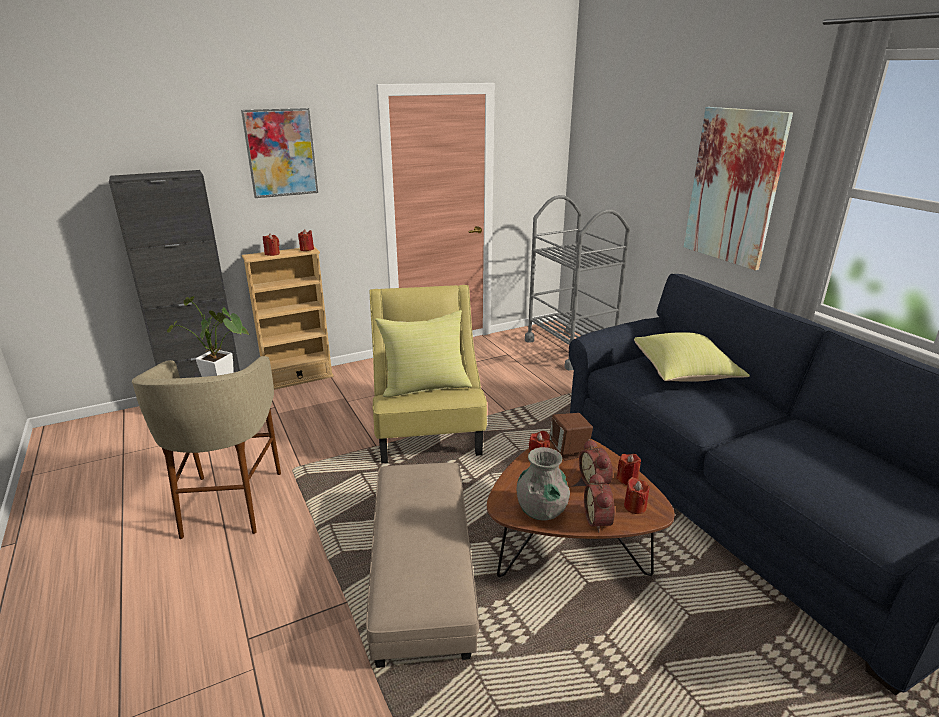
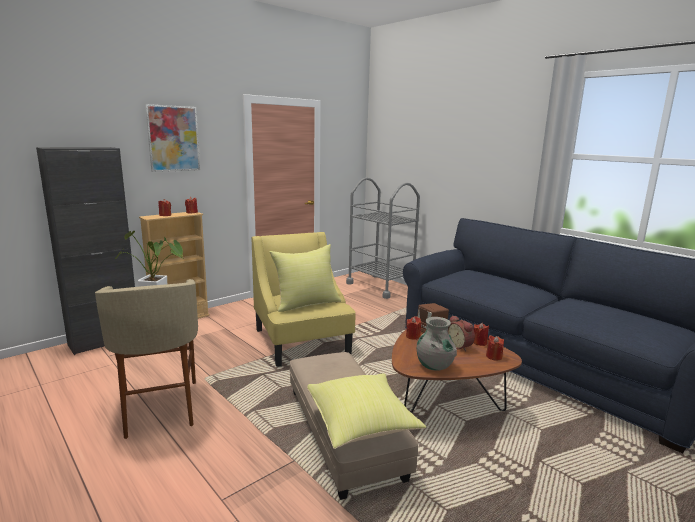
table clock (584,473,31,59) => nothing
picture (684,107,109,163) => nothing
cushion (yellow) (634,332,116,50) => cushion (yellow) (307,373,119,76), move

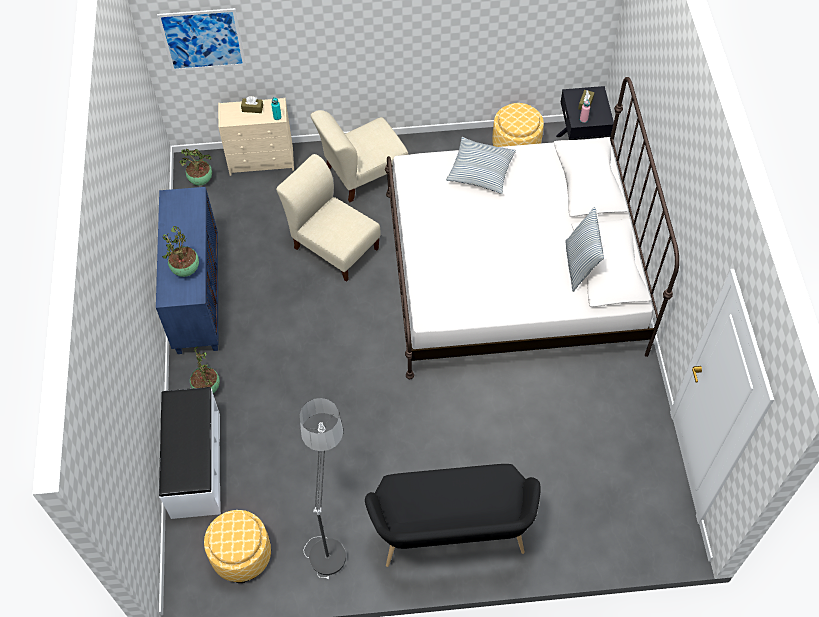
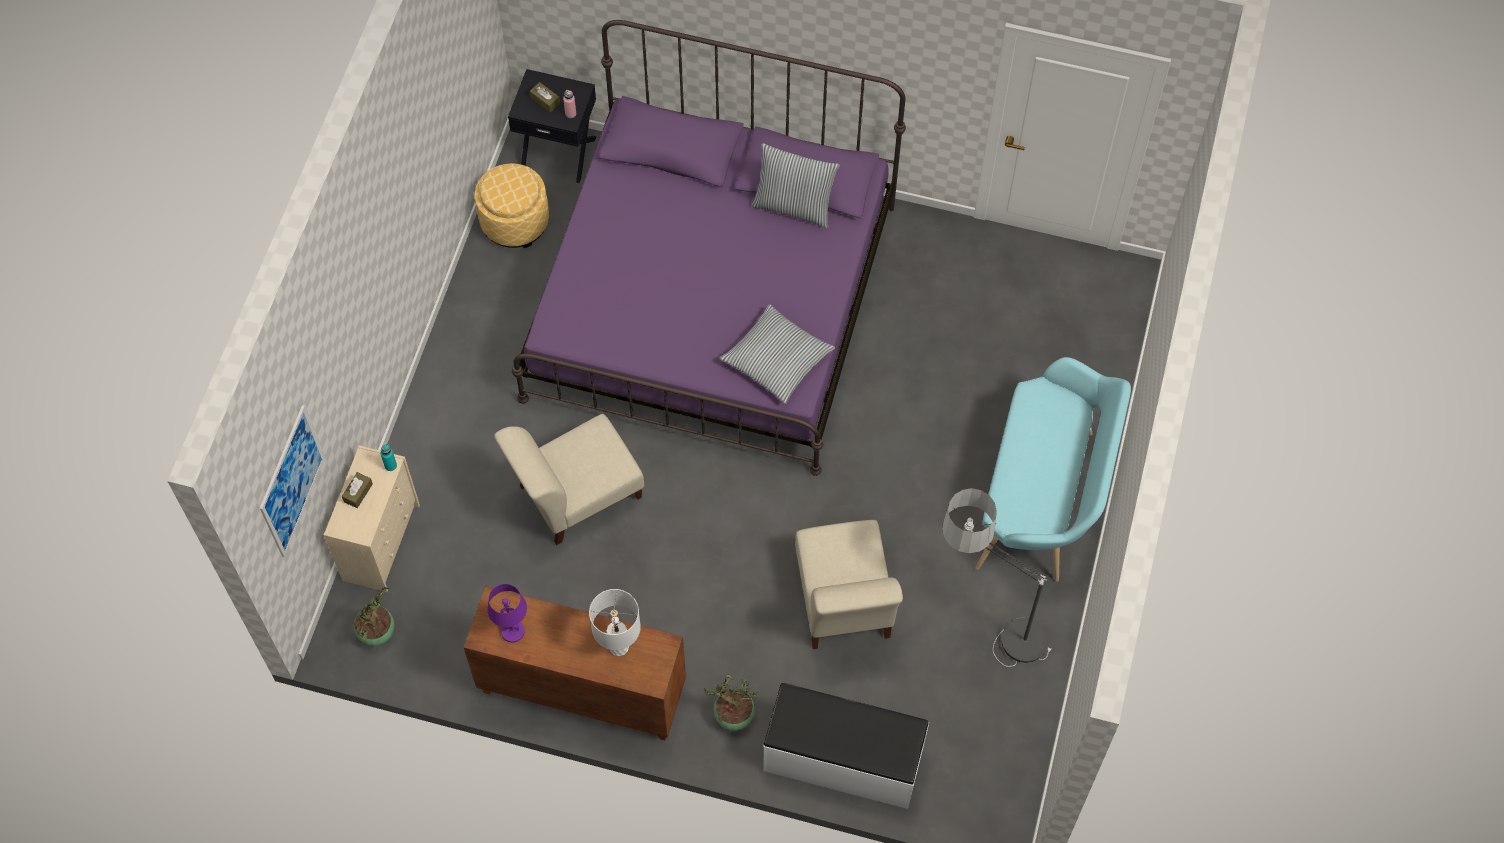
footrest (204,510,67,73) => nothing
nothing => table lamp (purple-coloured) (487,584,40,59)
chair (beige-coloured) (310,110,99,92) => chair (beige-coloured) (795,520,108,129), move
cushion (446,137,70,57) => cushion (720,304,115,100), move
plant in a pot (162,226,37,51) => table lamp (whitish) (589,589,52,67)
cabinet (blue) (156,187,62,167) => cabinet (brown-coloured) (464,586,222,154)
long seat (black-coloured) (365,464,176,103) => long seat (blue-green) (975,357,156,225)
bedroom bed (whitish) (385,77,294,302) => bedroom bed (purple-coloured) (512,20,394,456)

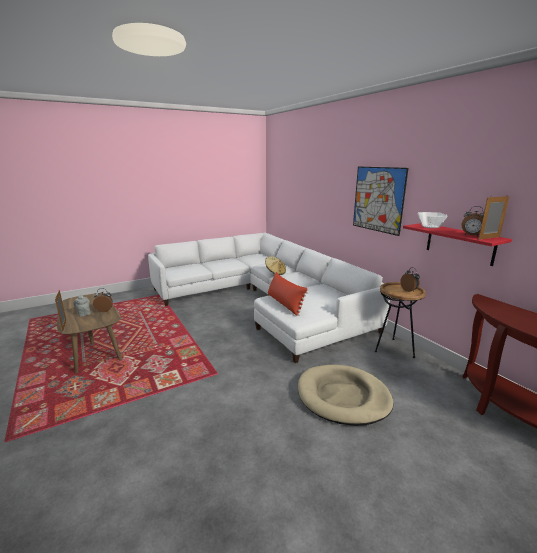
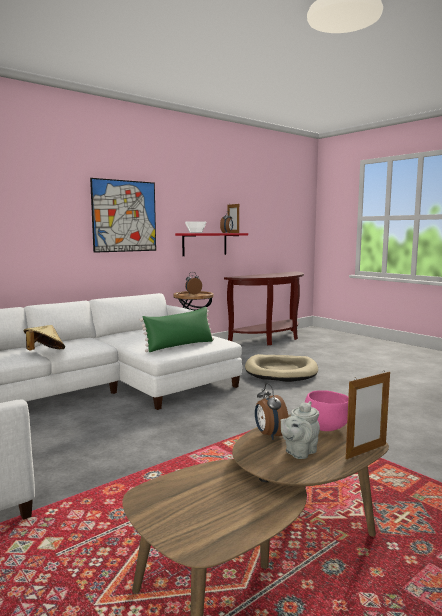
nothing => serving bowl (pink-coloured) (305,390,43,41)
cushion (red) (268,272,41,44) => cushion (greenish) (140,307,74,45)

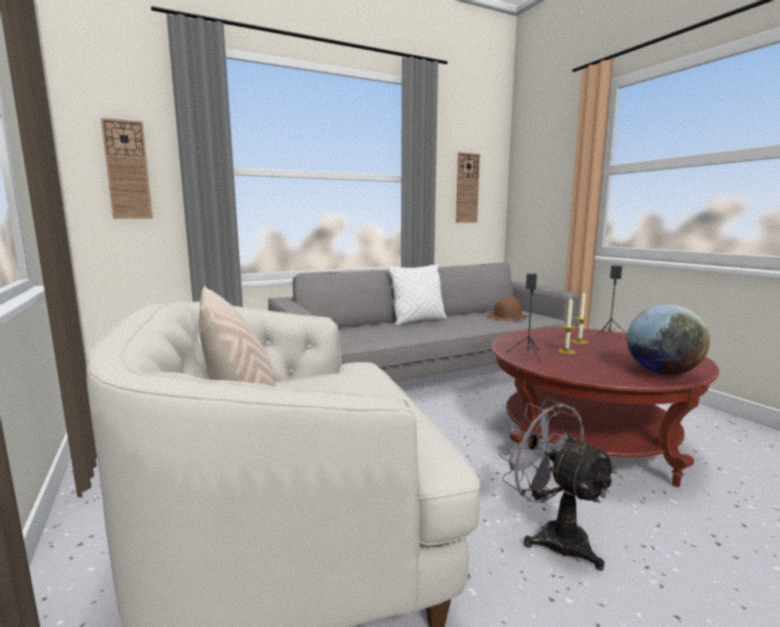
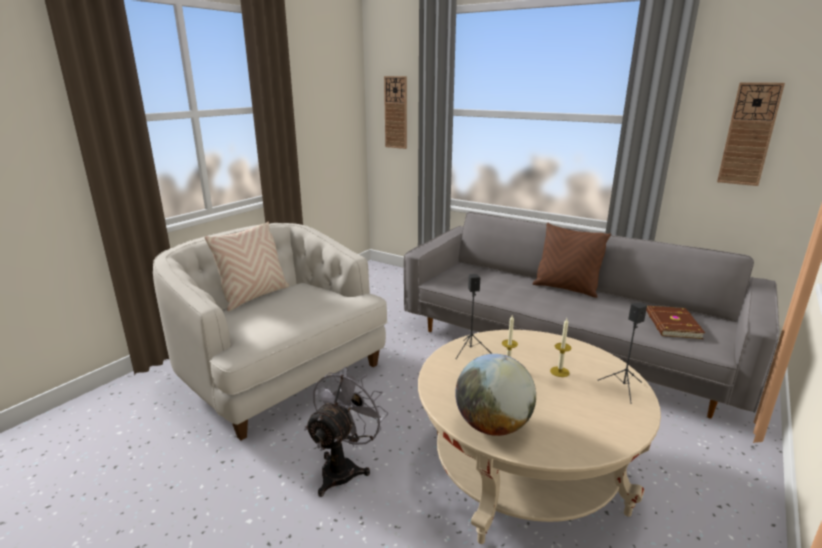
clothing hat (brown-coloured) (487,297,41,24) => bound book (brown-coloured) (646,306,59,33)
cushion (whitish) (388,264,59,62) => cushion (brown-coloured) (532,223,79,75)
coffee table (red) (492,328,227,159) => coffee table (beige-coloured) (418,330,243,214)

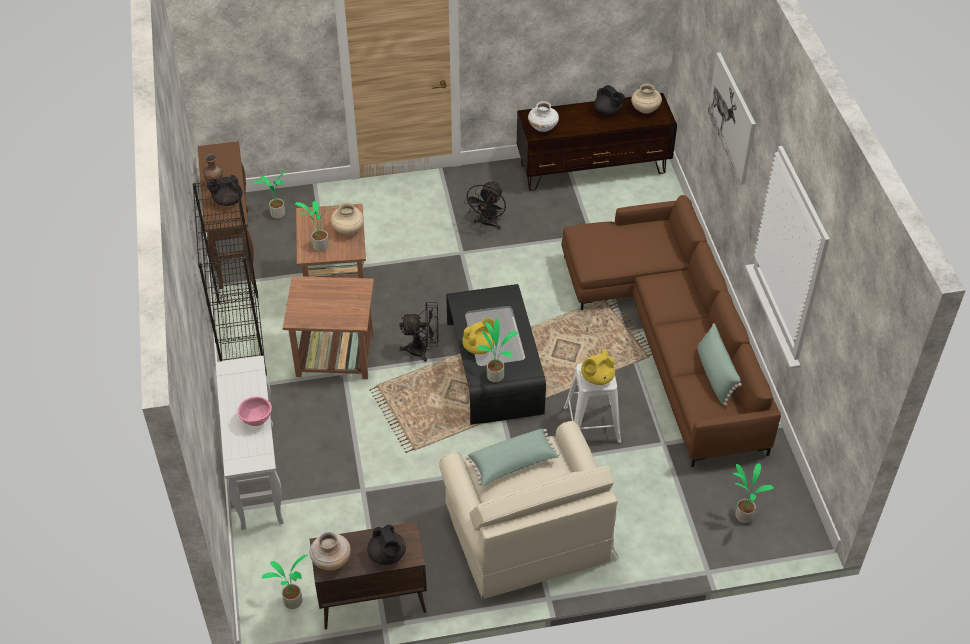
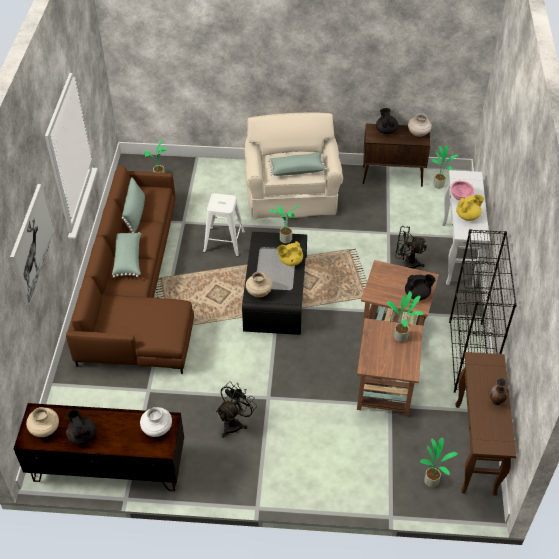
nothing => cushion (greenish) (112,232,30,46)
teapot (black-coloured) (206,175,36,31) => teapot (black-coloured) (405,274,30,26), move
vase (beige-coloured) (331,203,33,32) => vase (beige-coloured) (246,271,27,26), move
fan (black-coloured) (399,302,39,60) => fan (black-coloured) (395,226,32,43), move
teapot (yellow) (581,350,34,35) => teapot (yellow) (456,194,28,27), move

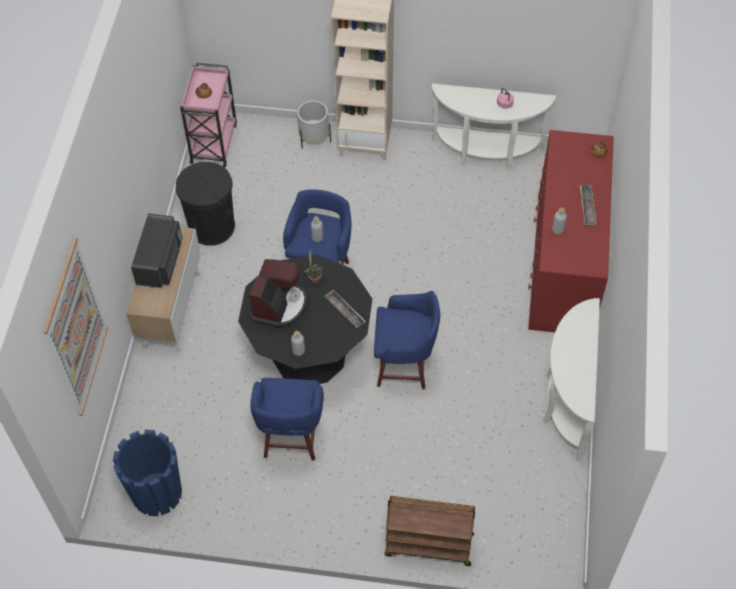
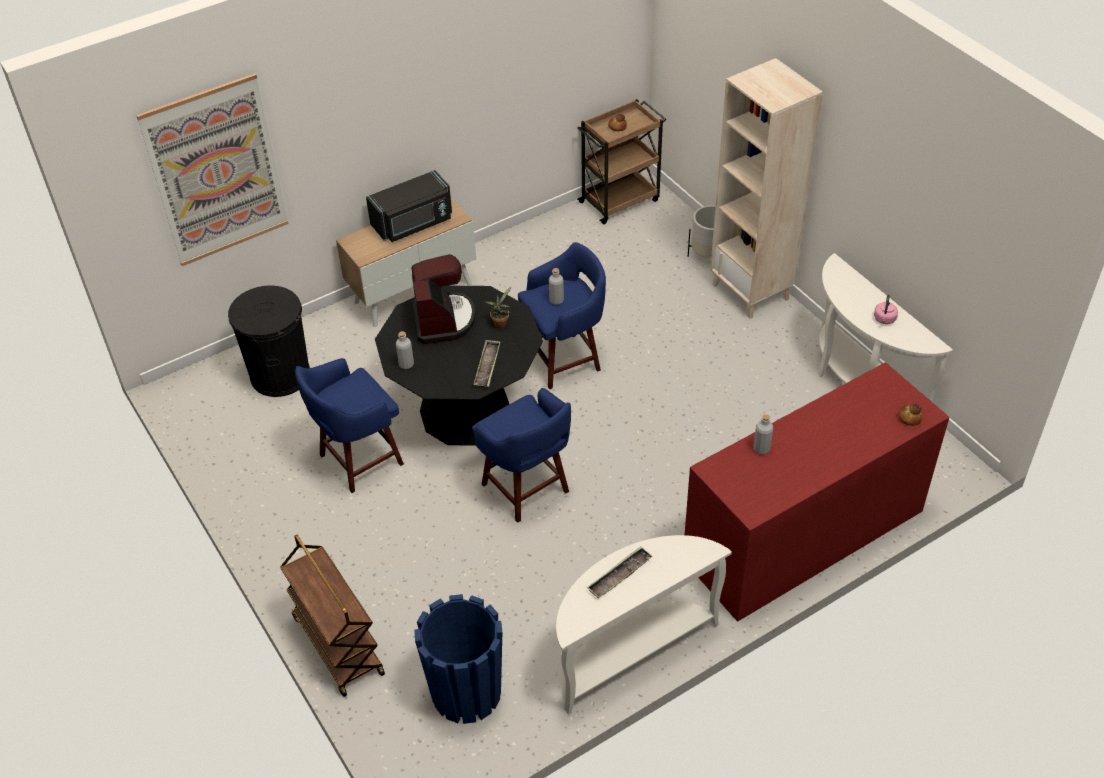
planter (blue) (113,430,69,86) => planter (blue) (414,594,88,130), move
rubbish bin (black-coloured) (176,162,59,84) => rubbish bin (black-coloured) (228,286,82,111), move
serving tray (580,185,17,41) => serving tray (587,546,66,52), move
trolley (pink-coloured) (180,63,57,104) => trolley (brown-coloured) (577,99,89,125)
coffee brewer (249,259,58,69) => coffee brewer (412,254,64,90), 75 degrees counterclockwise

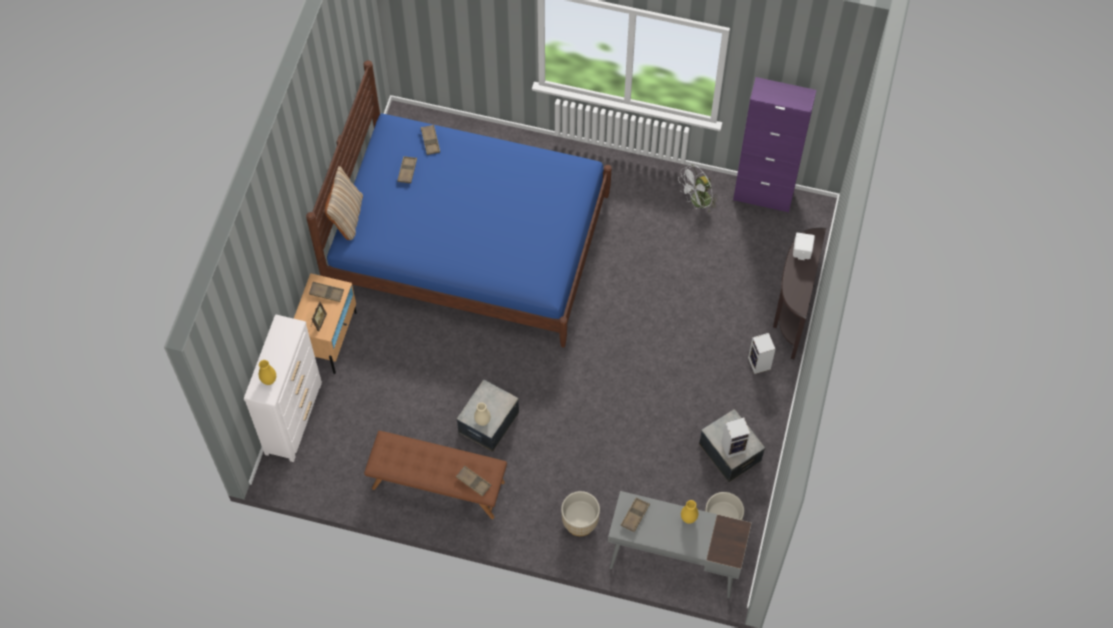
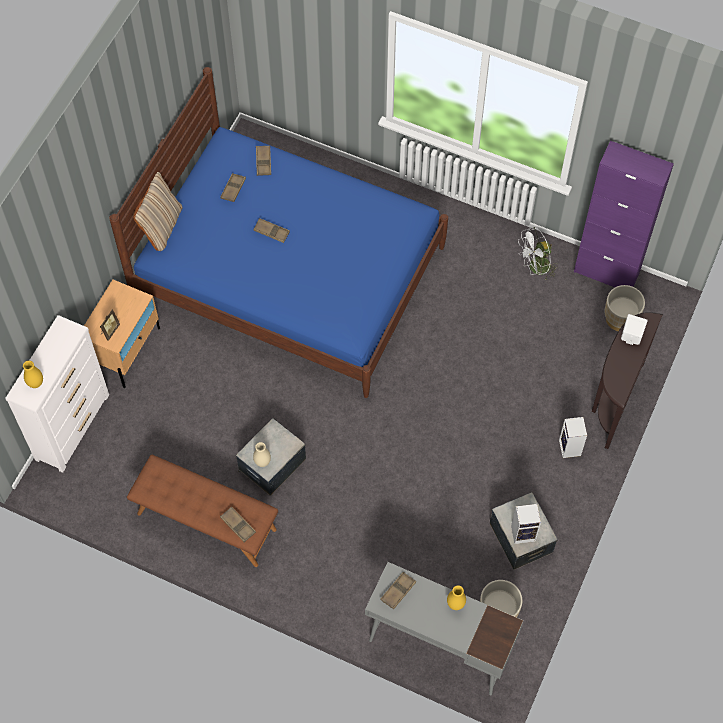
serving tray (brown-coloured) (309,282,35,20) => serving tray (brown-coloured) (253,218,37,25), move
planter (beige-coloured) (561,491,39,45) => planter (beige-coloured) (604,285,41,46), move

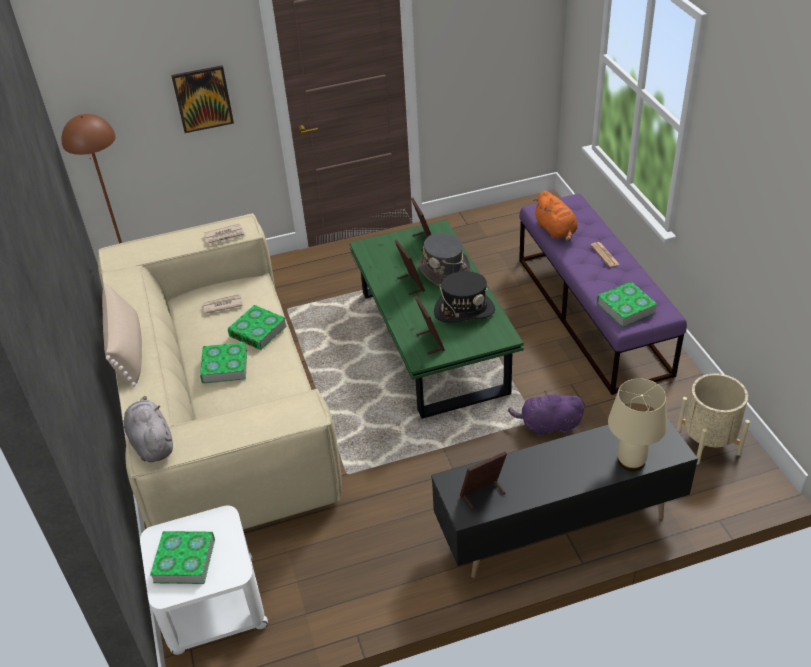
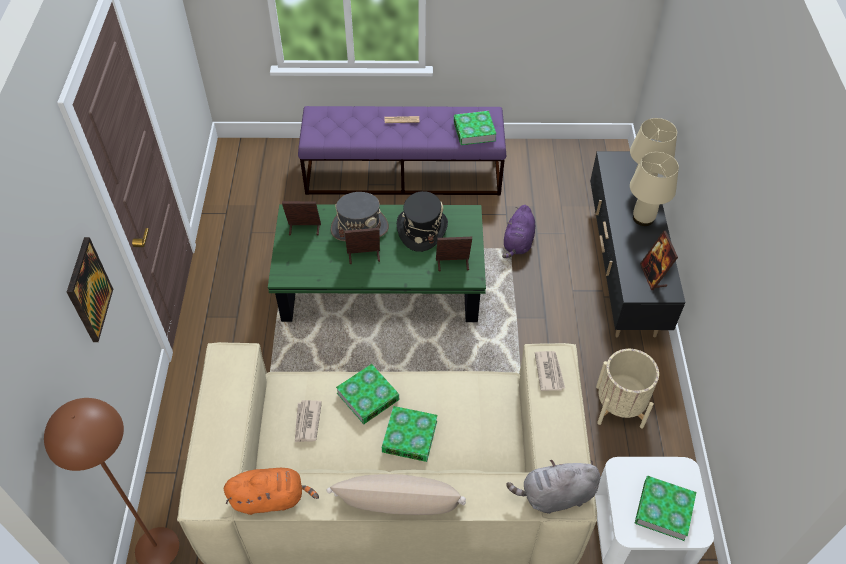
nothing => table lamp (beige-coloured) (630,152,49,74)
daily paper (204,224,42,21) => daily paper (535,351,30,40), move
cuddly toy (orange-coloured) (533,191,45,51) => cuddly toy (orange-coloured) (224,468,95,47), move
planter (beige-coloured) (677,373,73,92) => planter (beige-coloured) (596,349,63,79), move

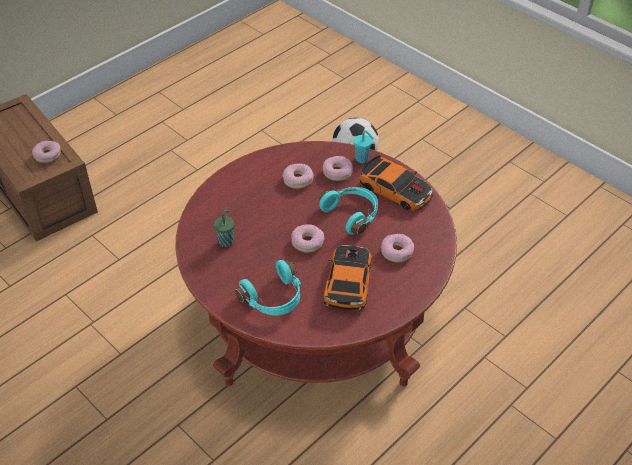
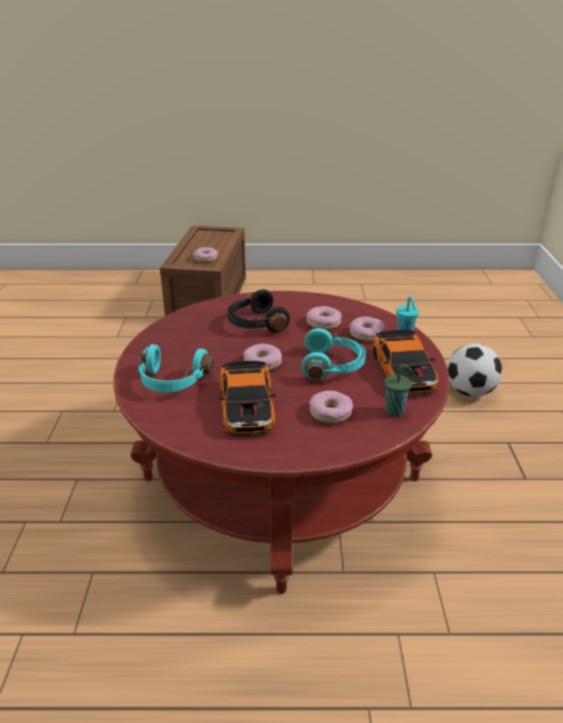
nothing => headphones (black-coloured) (228,289,62,43)
cup (greenish) (214,210,20,37) => cup (greenish) (384,364,29,52), move
model car (323,245,50,65) => model car (219,361,57,75), 120 degrees clockwise

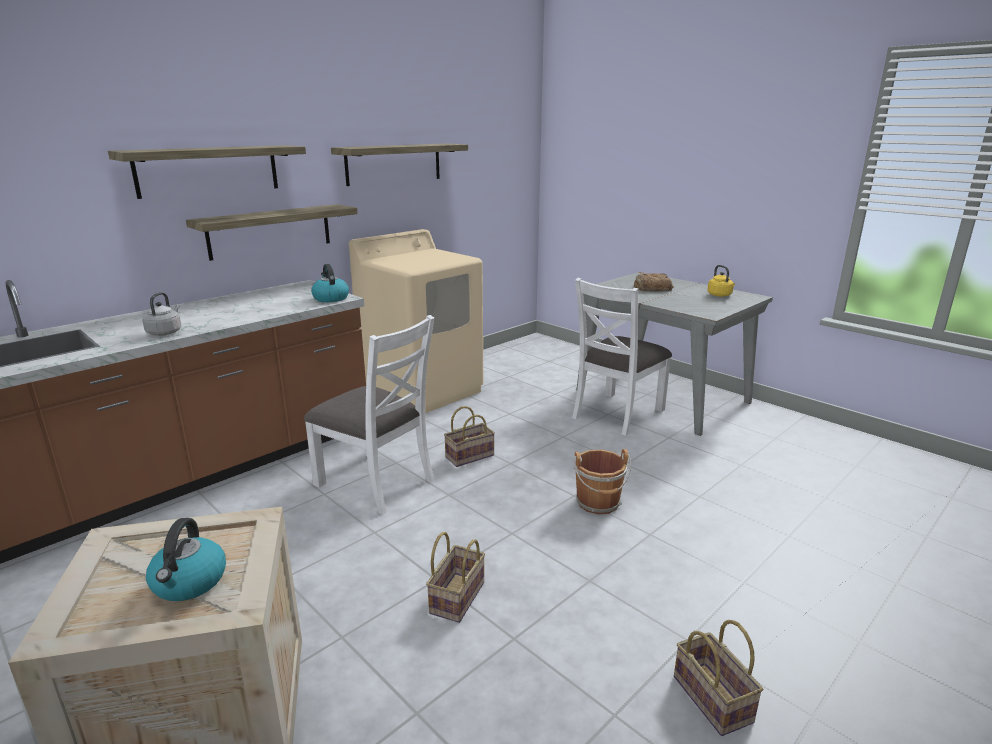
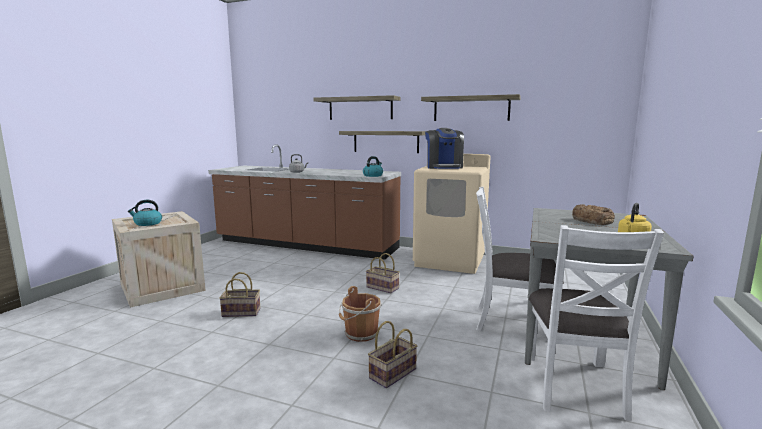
nothing => coffee brewer (425,128,39,41)
chair (whitish) (304,315,131,200) => chair (whitish) (529,225,135,196), move
storage basket (674,620,89,116) => storage basket (368,321,49,67), move

